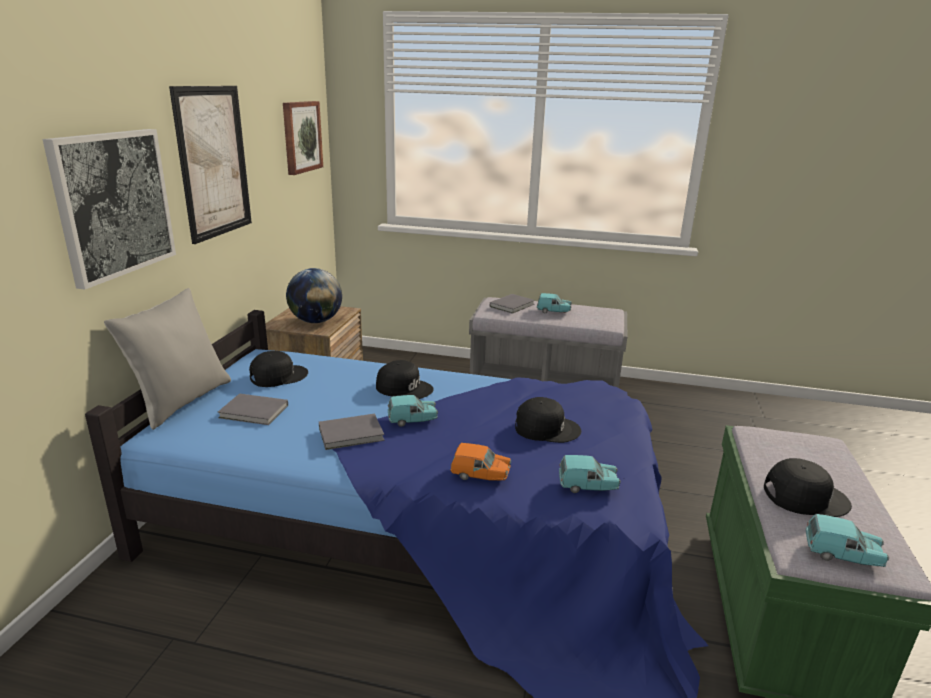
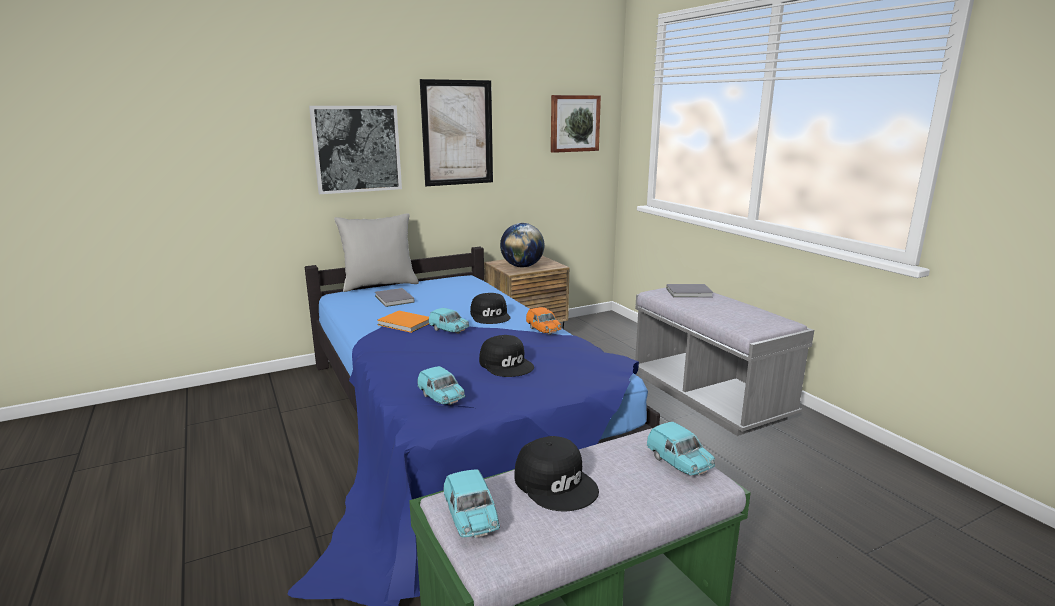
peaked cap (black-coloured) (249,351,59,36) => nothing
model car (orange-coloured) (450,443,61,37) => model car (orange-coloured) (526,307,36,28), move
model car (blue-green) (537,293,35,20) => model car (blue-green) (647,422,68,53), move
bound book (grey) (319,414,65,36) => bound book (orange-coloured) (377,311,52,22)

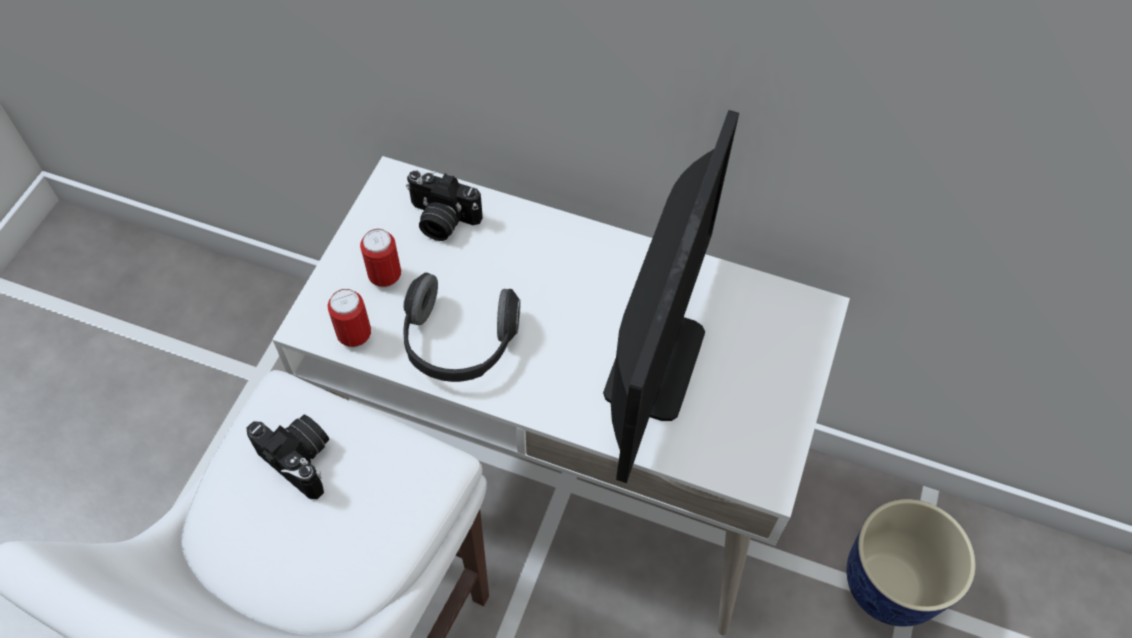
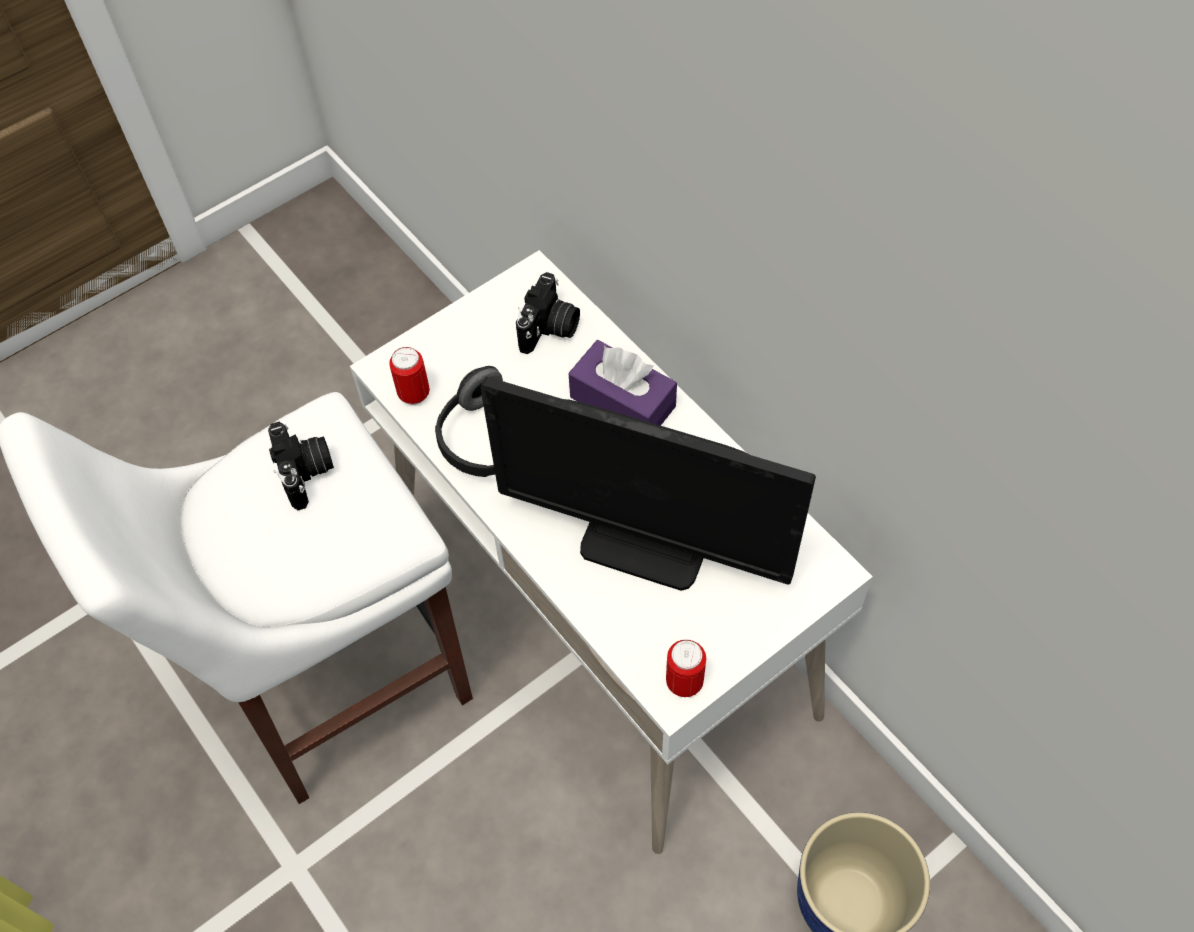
nothing => tissue holder (purple-coloured) (568,340,109,86)
metal can (360,229,41,59) => metal can (666,640,40,57), move
still camera (406,171,77,70) => still camera (516,272,64,82), 120 degrees counterclockwise
computer screen (603,110,136,373) => computer screen (480,377,336,214), 60 degrees clockwise

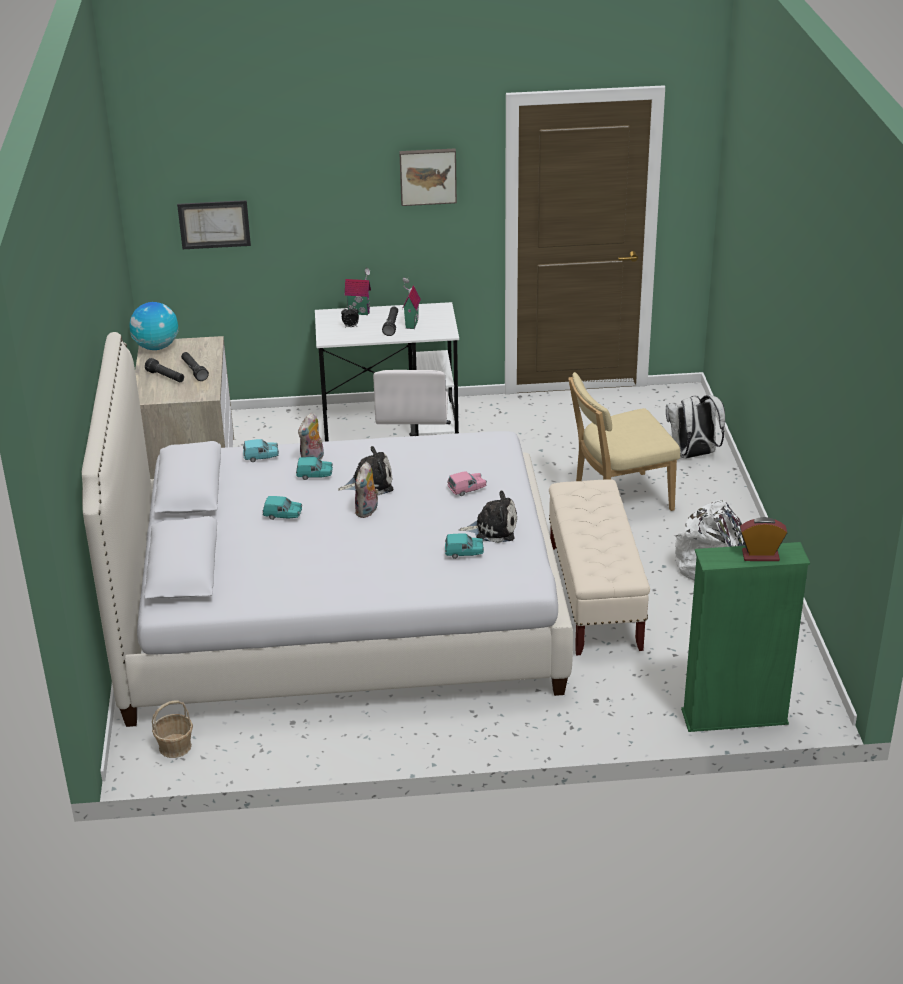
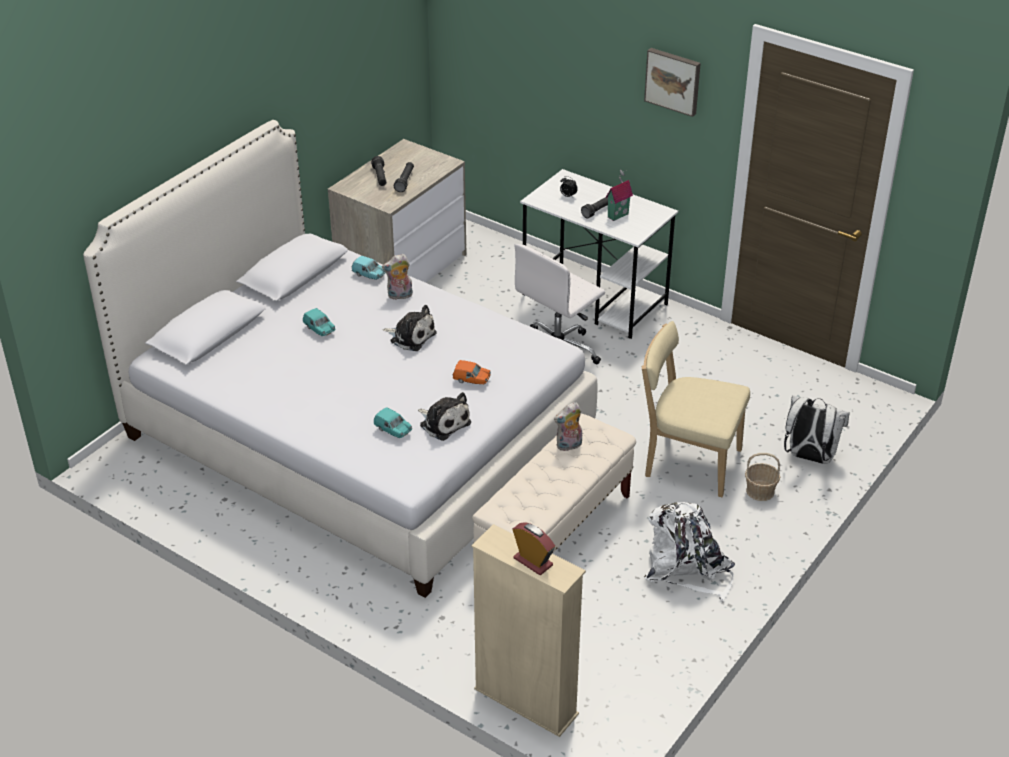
world globe (129,302,50,48) => nothing
picture (177,200,74,49) => nothing
model car (blue-green) (296,457,37,23) => nothing
toy house (345,268,26,47) => nothing
storage basket (152,700,41,58) => storage basket (745,453,35,48), move
cuddly toy (355,462,24,56) => cuddly toy (554,402,28,49), move
model car (pink-coloured) (447,471,40,25) => model car (orange-coloured) (453,360,38,24)
shelving unit (greenish) (681,542,129,190) => shelving unit (beige-coloured) (471,524,115,213)

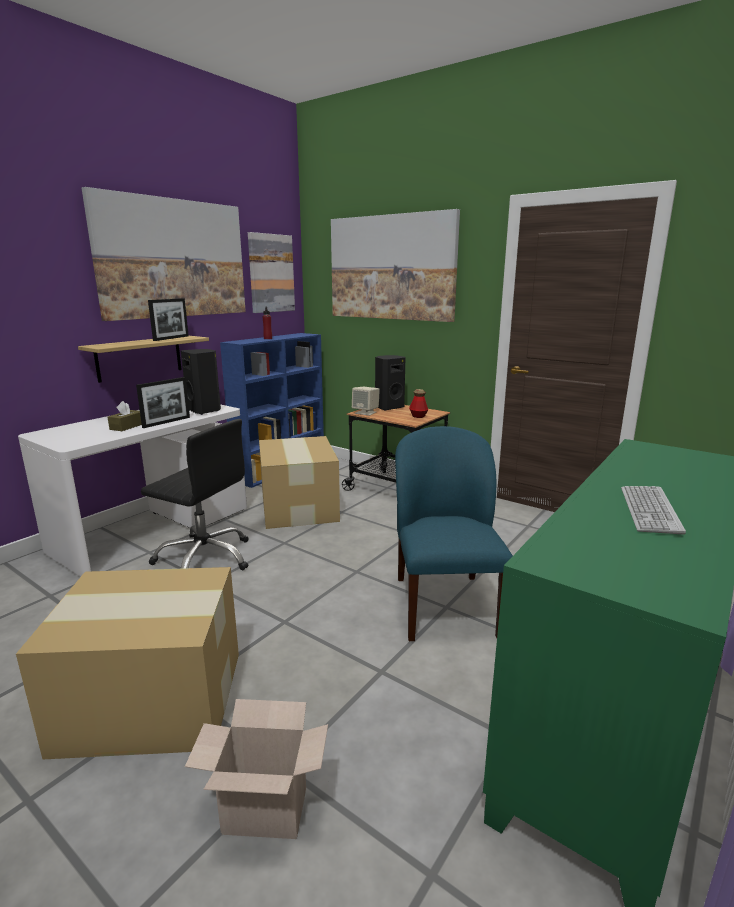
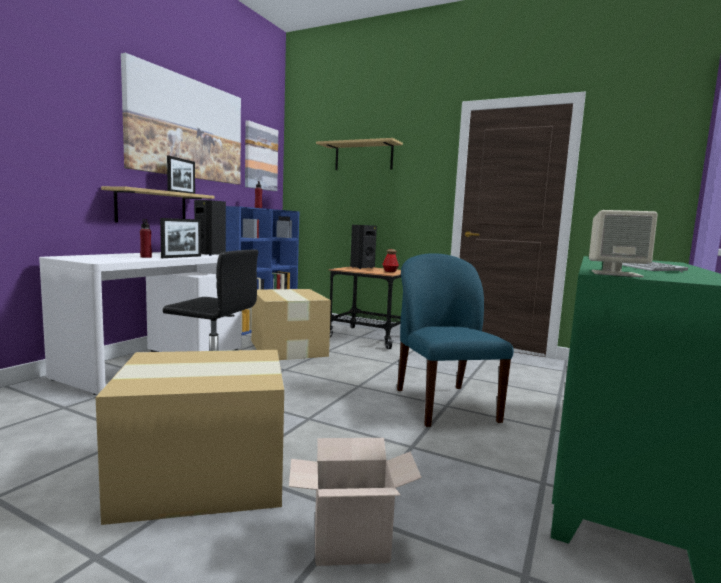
audio speaker (beige-coloured) (352,386,28,30) => audio speaker (beige-coloured) (589,210,69,67), move
tissue holder (brown-coloured) (108,401,34,30) => beverage bottle (red) (140,219,12,39)
picture (331,209,129,113) => shelf (316,138,87,32)

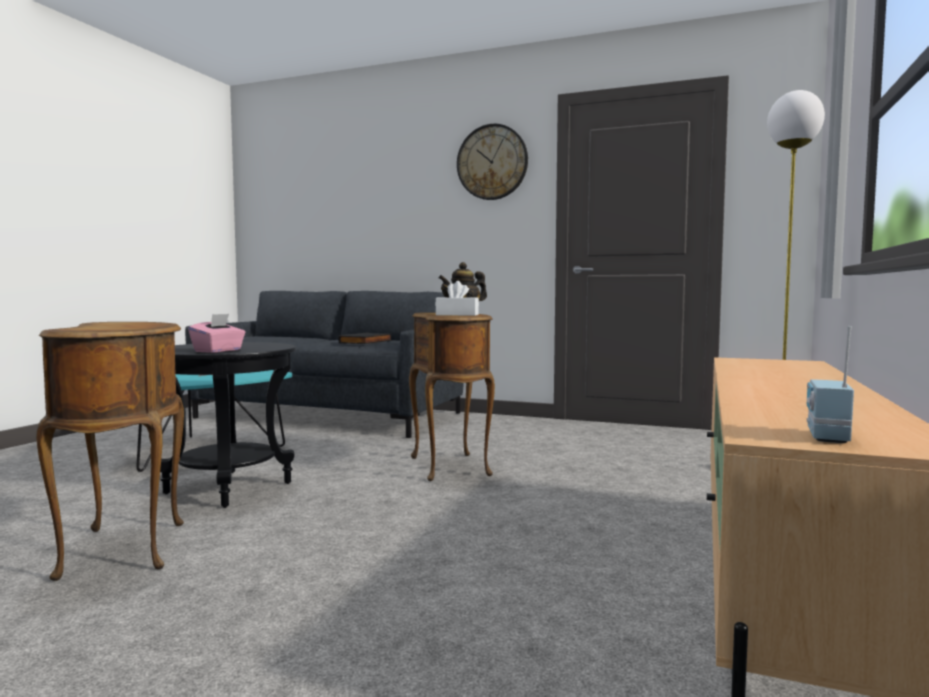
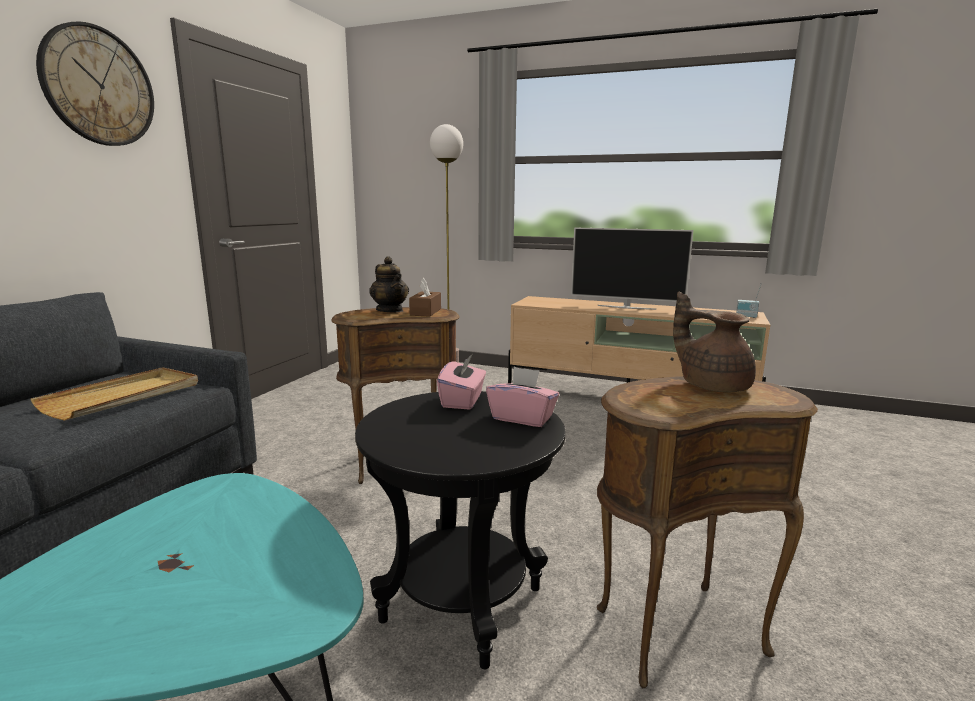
nothing => tissue holder (pink-coloured) (437,355,49,55)
nothing => TV set (571,227,123,83)
nothing => teapot (brown-coloured) (673,292,83,100)
bound book (black-coloured) (338,332,54,12) => serving tray (beige-coloured) (30,367,168,54)
tissue holder (whitish) (436,281,43,35) => tissue holder (brown-coloured) (409,278,32,38)

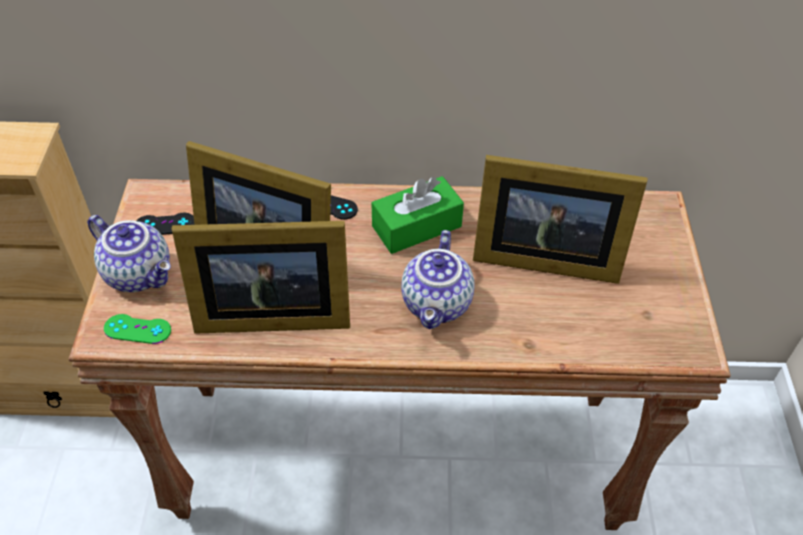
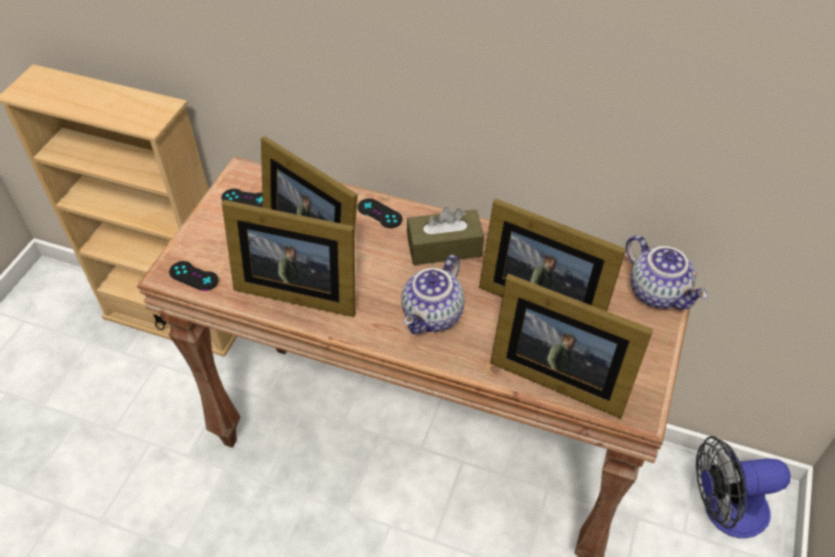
nothing => photo frame (490,274,163,145)
nothing => fan (696,436,95,102)
teapot (87,215,84,77) => teapot (626,235,82,75), move
gamepad (greenish) (104,314,67,30) => gamepad (black-coloured) (169,261,50,30)
tissue holder (greenish) (371,176,93,78) => tissue holder (brown-coloured) (407,207,77,58)

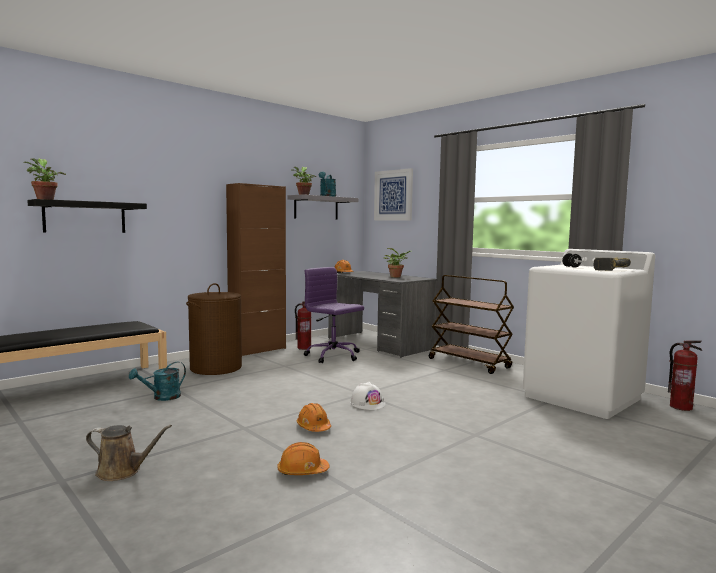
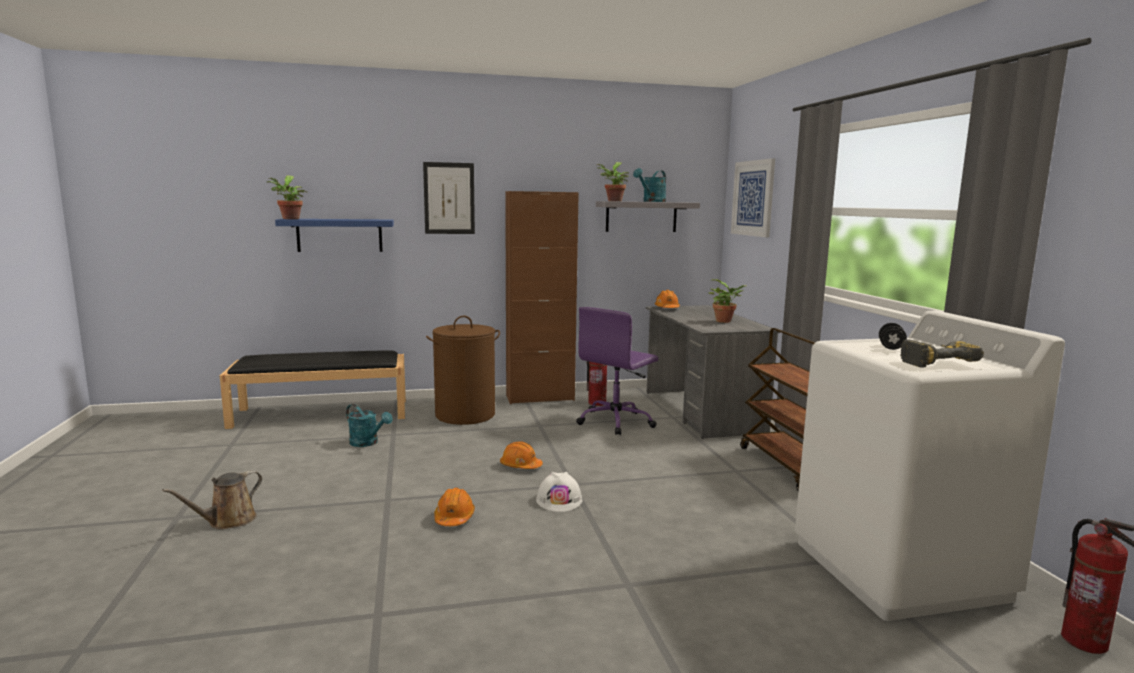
nothing => picture (423,162,52,72)
hard hat (orange-coloured) (277,442,53,33) => hard hat (orange-coloured) (500,441,43,28), move
shelf (black-coloured) (27,199,120,34) => shelf (blue) (275,219,119,33)
sprinkling can (brown-coloured) (86,425,86,56) => sprinkling can (brown-coloured) (162,470,100,59), 90 degrees clockwise
sprinkling can (blue-green) (129,362,57,39) => sprinkling can (blue-green) (346,404,47,43), 135 degrees counterclockwise
computer chair (purple-coloured) (304,267,60,96) => computer chair (purple-coloured) (576,307,82,128), 120 degrees counterclockwise

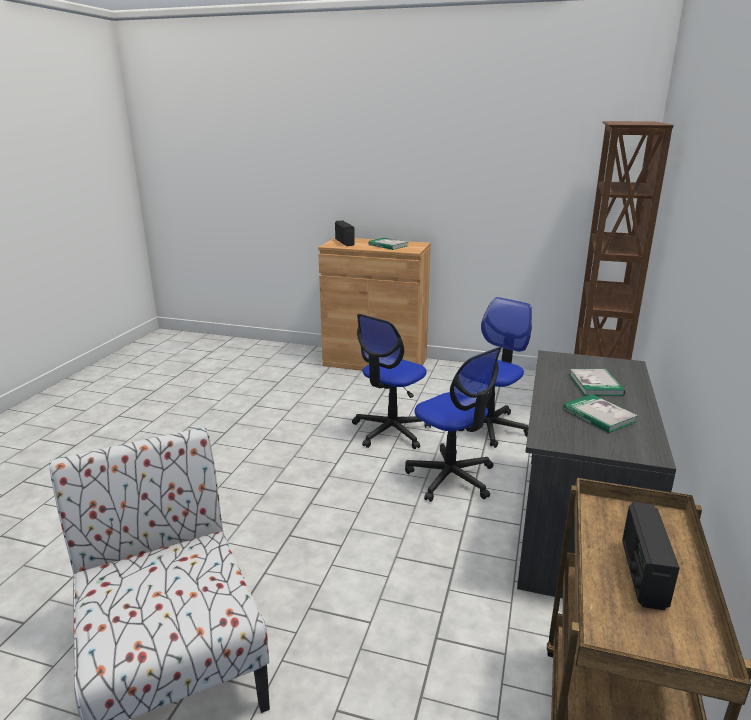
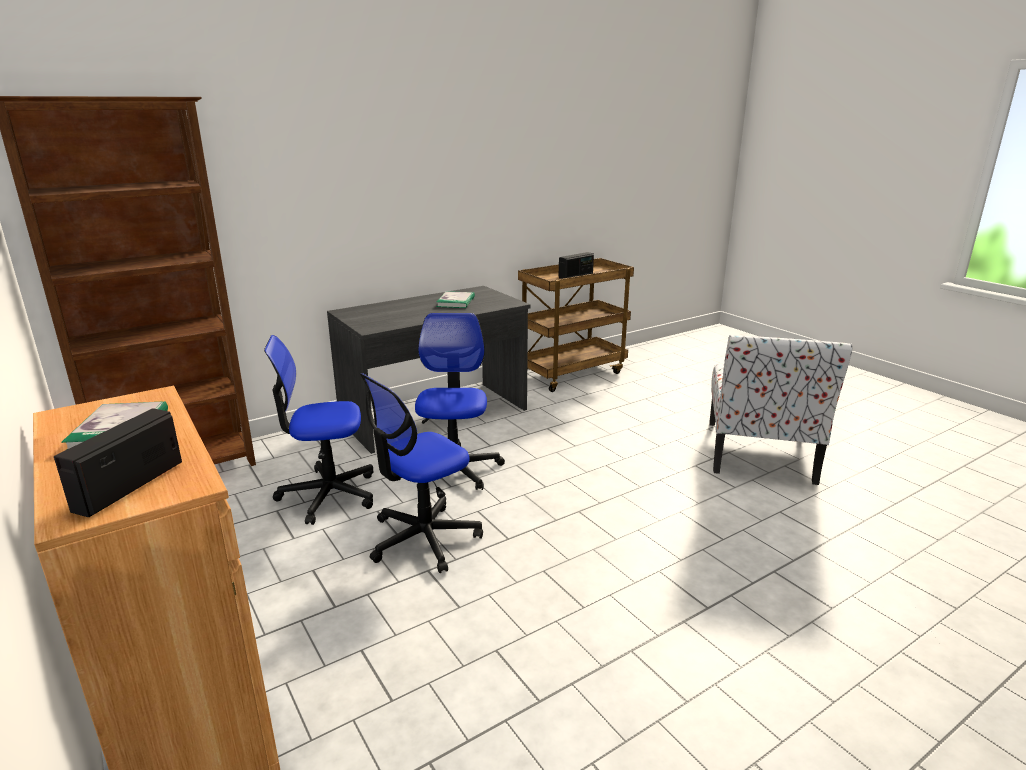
bound book (569,369,56,27) => nothing
computer chair (352,314,79,135) => computer chair (360,373,123,200), 150 degrees clockwise

